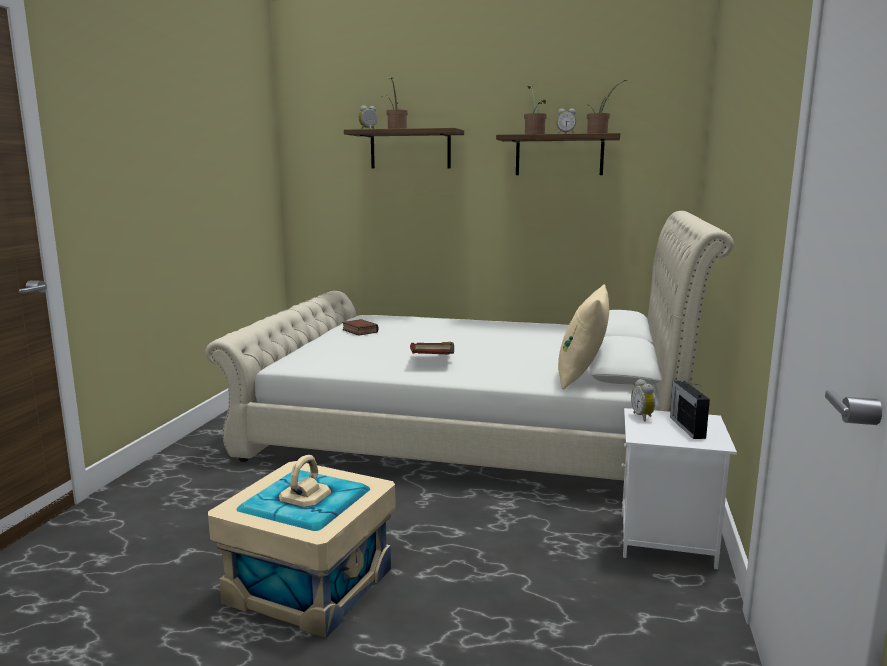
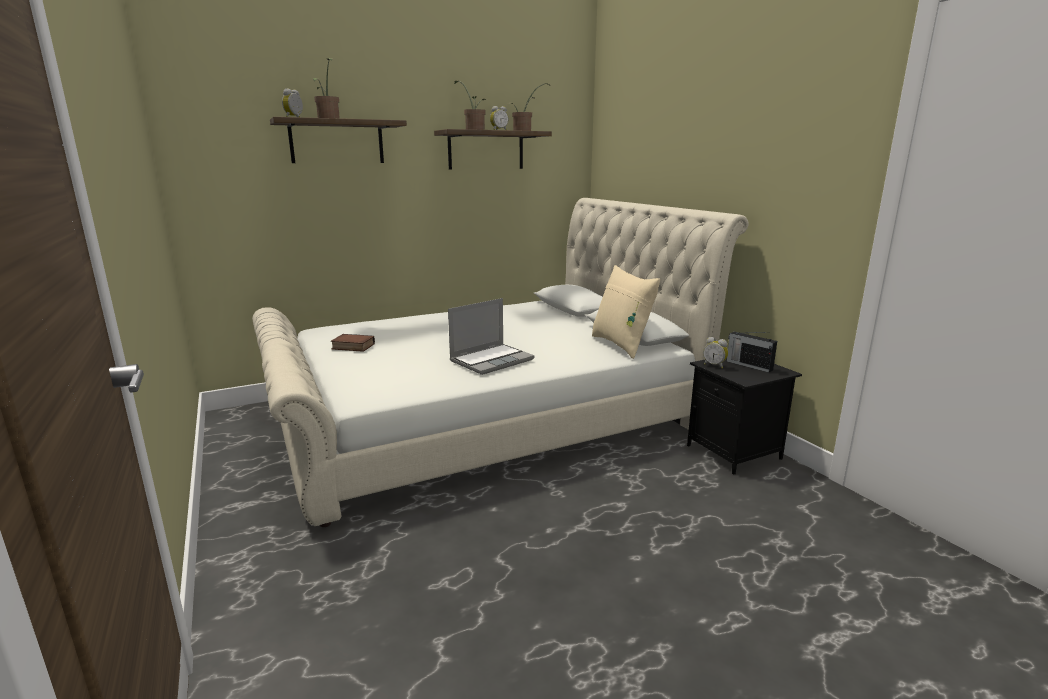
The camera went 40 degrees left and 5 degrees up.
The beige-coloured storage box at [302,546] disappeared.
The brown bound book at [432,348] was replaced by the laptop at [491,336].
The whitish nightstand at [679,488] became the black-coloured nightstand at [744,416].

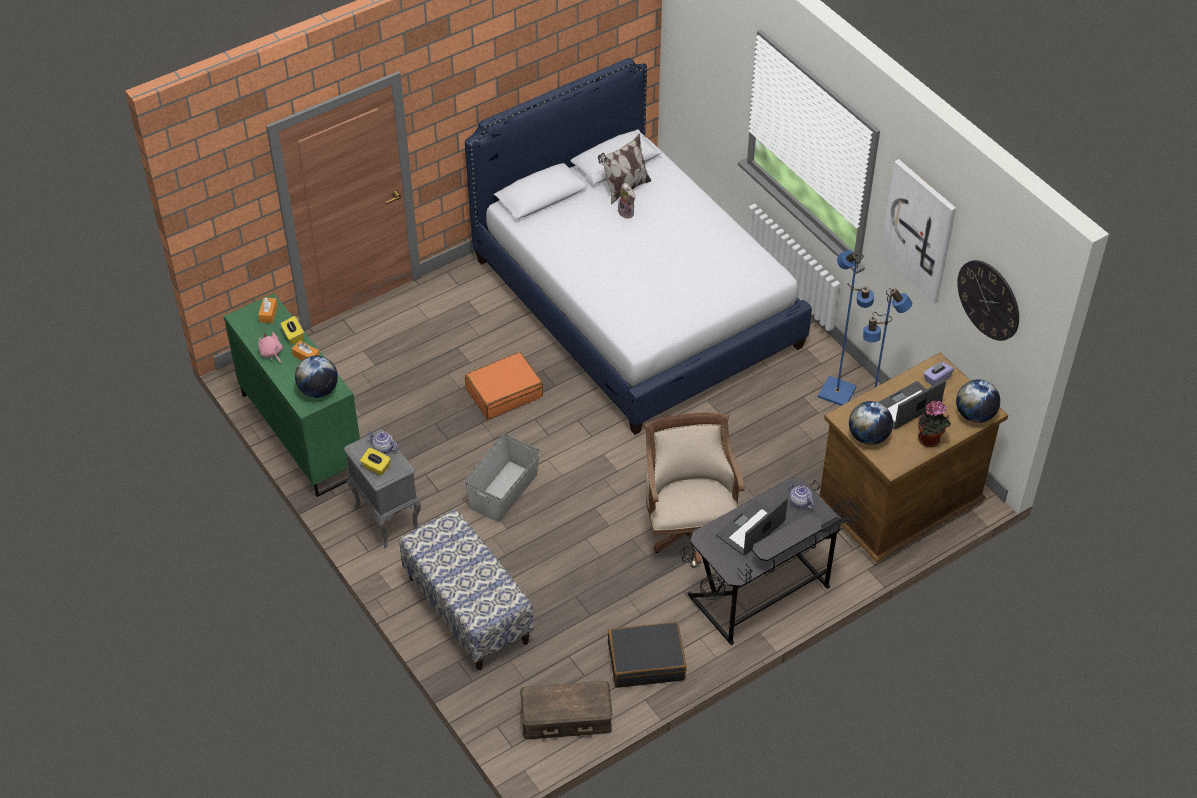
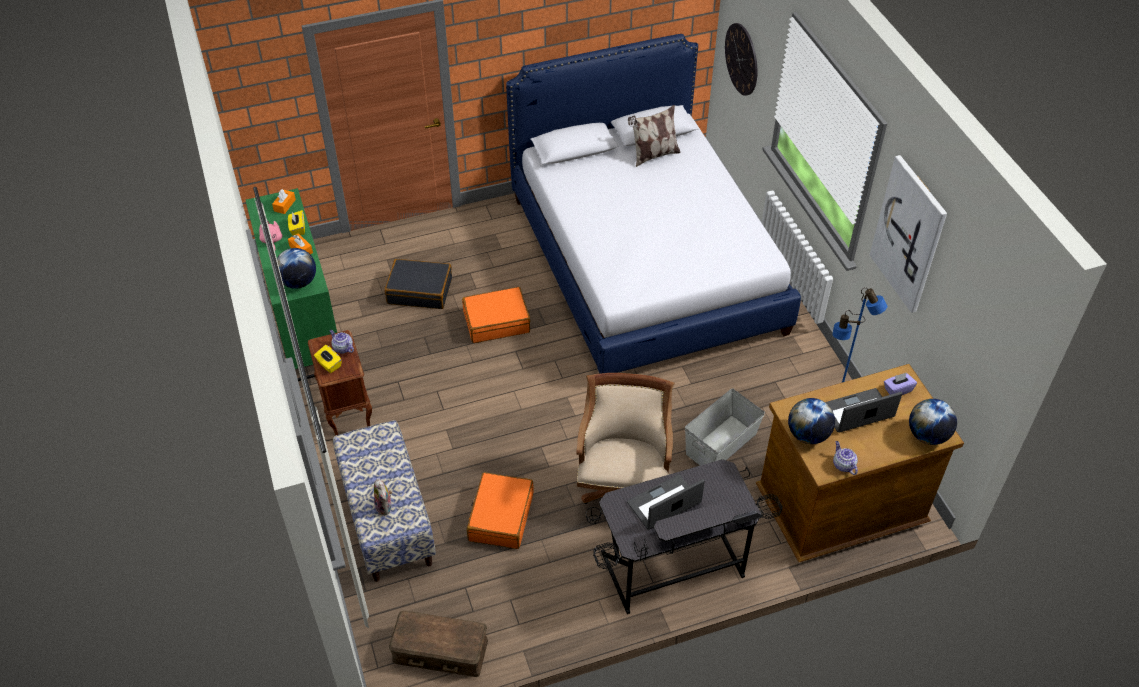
The camera went 15 degrees right and 0 degrees up.
The blue-coloured floor lamp at [846,328] disappeared.
The potted plant at [934,424] disappeared.
The orange piece of luggage at [500,510] appeared.
The gray storage box moved from [502,477] to [725,427].
The black-coloured piece of luggage moved from [647,655] to [418,284].
The cuddly toy moved from [626,201] to [383,497].
The teapot moved from [801,495] to [845,458].
The wall clock moved from [988,300] to [741,59].
The gray nightstand at [382,489] became the brown nightstand at [340,383].

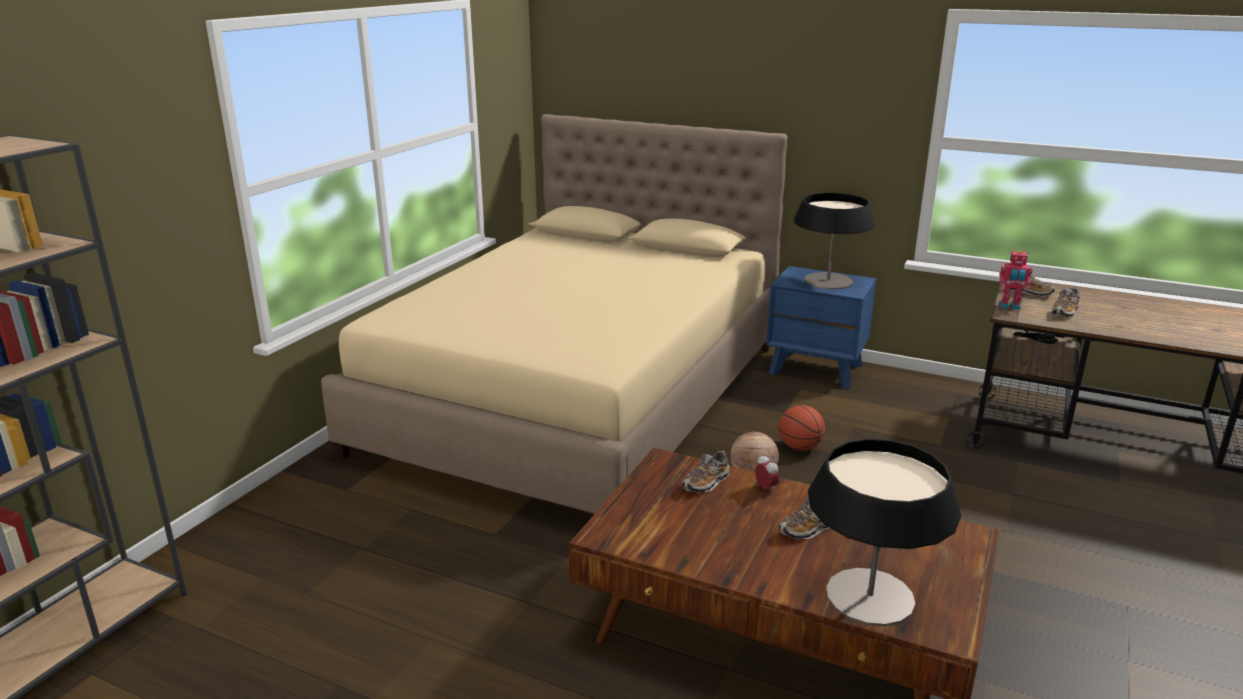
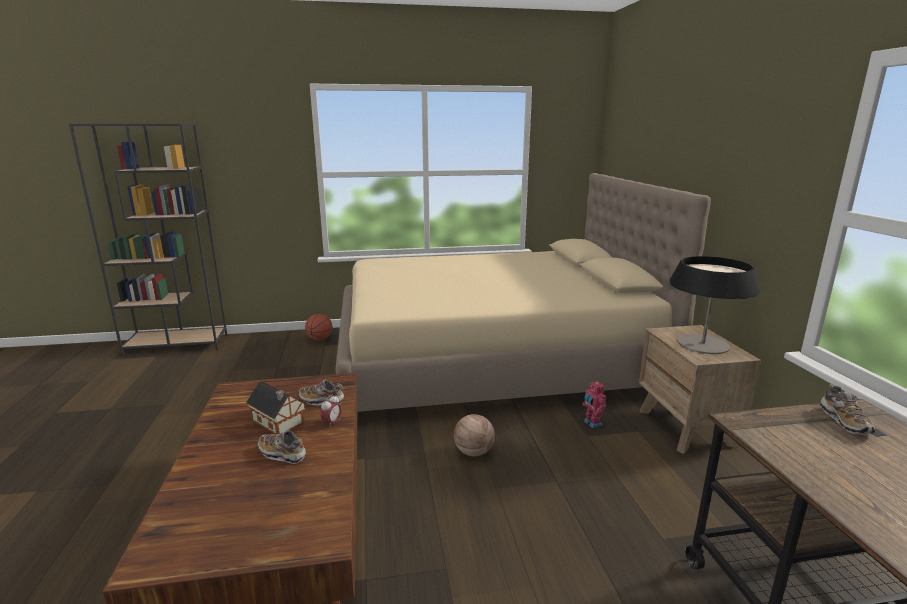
The camera went 55 degrees right and 5 degrees down.
The lamp for a table at [884,532] disappeared.
The shoe at [1066,302] disappeared.
The model house at [276,407] appeared.
The basketball moved from [802,428] to [318,327].
The model robot moved from [1016,280] to [594,404].
The blue-coloured nightstand at [821,327] became the brown nightstand at [700,389].

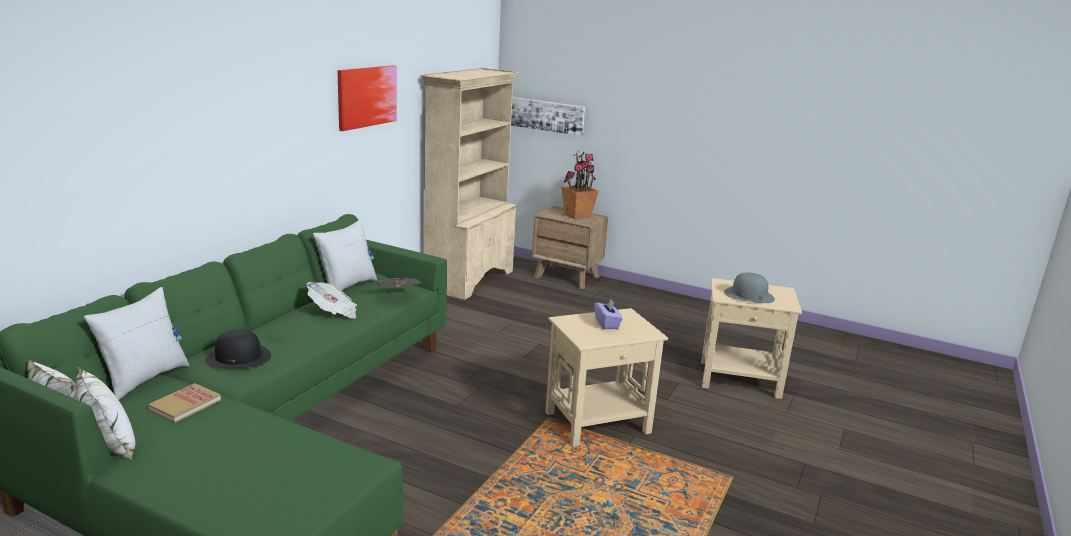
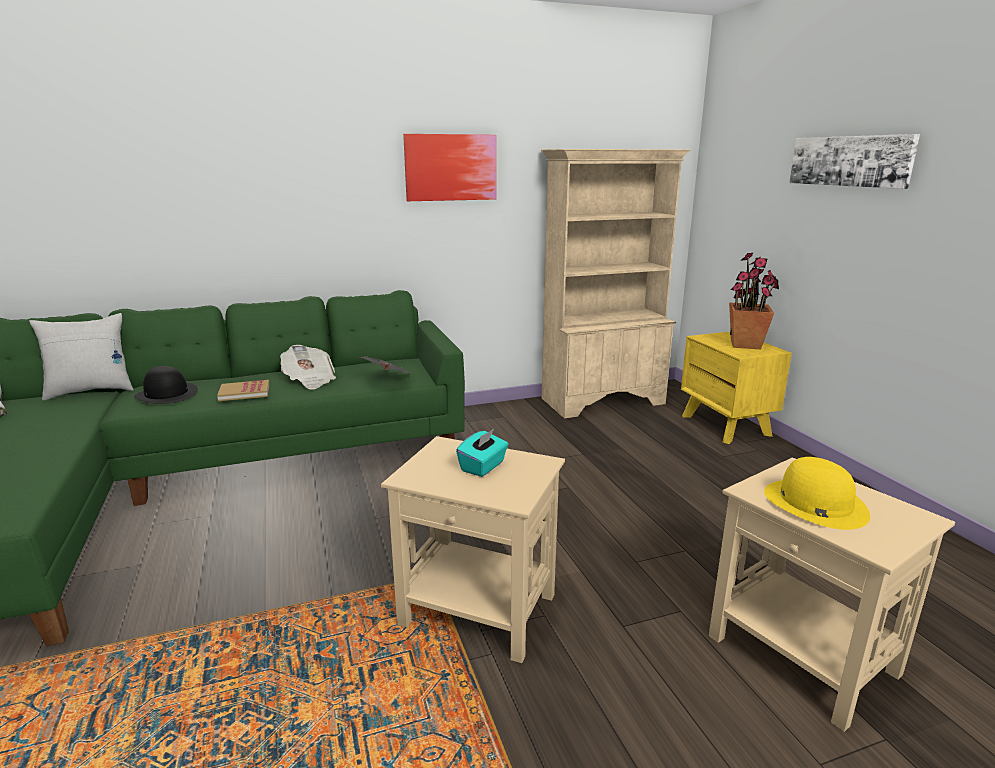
The camera went 45 degrees right and 0 degrees up.
The gray throw pillow at [345,255] disappeared.
The bound book moved from [184,403] to [243,390].
The wall picture moved from [548,116] to [854,161].
The brown nightstand at [570,247] became the yellow-coloured nightstand at [736,388].
The purple tissue box at [608,314] became the turquoise-coloured tissue box at [482,453].
The gray hat at [749,288] became the yellow-coloured hat at [817,493].

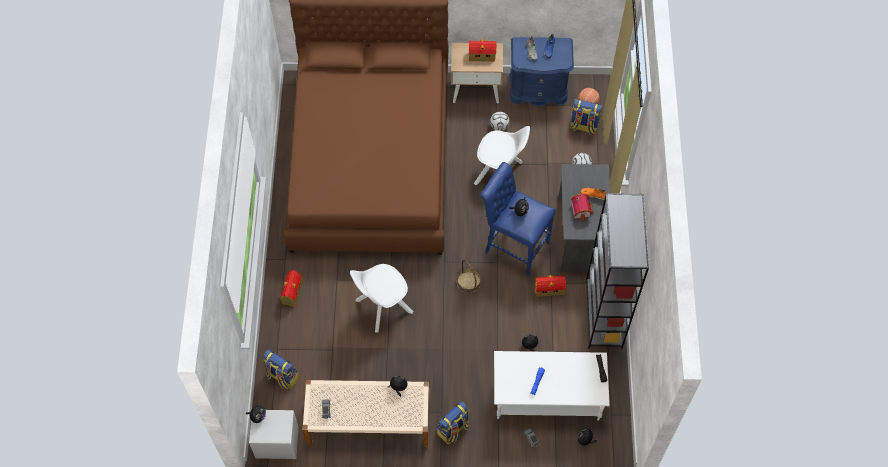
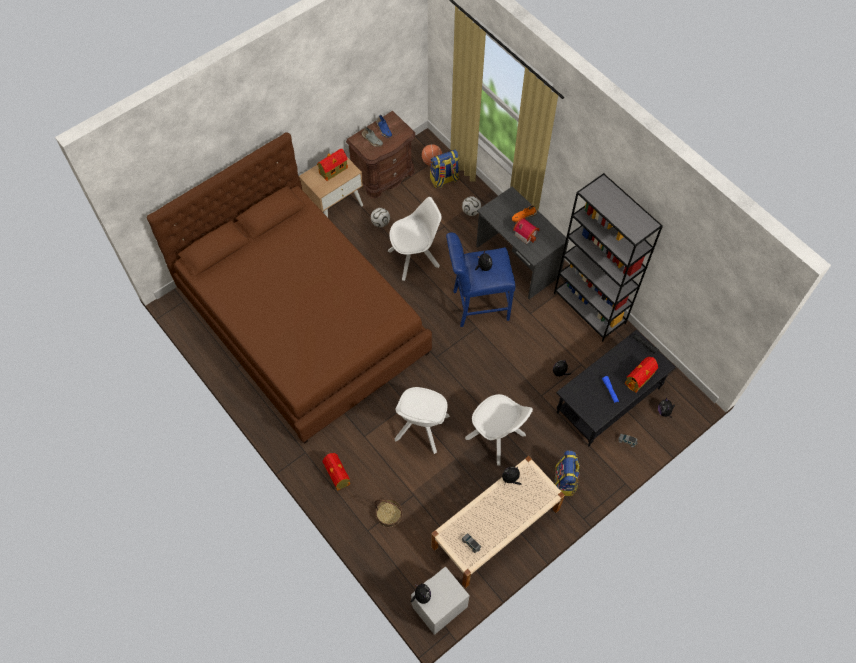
The camera went 40 degrees left and 0 degrees up.
The rucksack at [281,369] disappeared.
The whitish chair at [499,430] appeared.
The storage basket moved from [469,276] to [388,513].
The model house moved from [550,286] to [641,375].
The whitish low table at [552,386] became the black-coloured low table at [616,387].
The blue-coloured nightstand at [541,71] became the brown nightstand at [380,154].

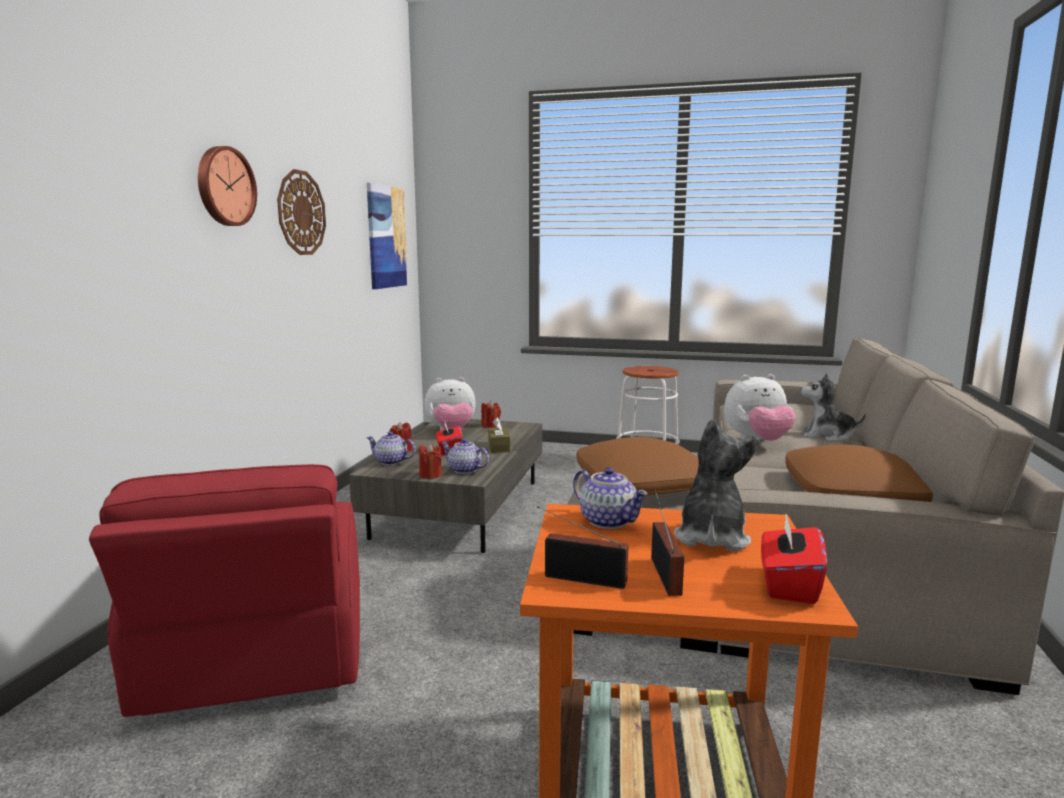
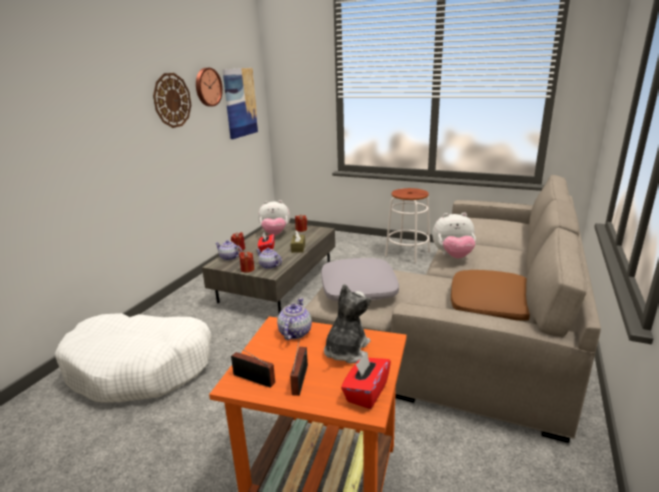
The camera went 10 degrees right and 10 degrees up.
The cuddly toy at [833,407] disappeared.
The wall clock moved from [227,186] to [209,87].
The red armchair at [224,590] was replaced by the whitish dog bed at [132,357].
The brown throw pillow at [637,466] became the gray throw pillow at [360,279].
The teapot at [610,498] turned 135 degrees counterclockwise.

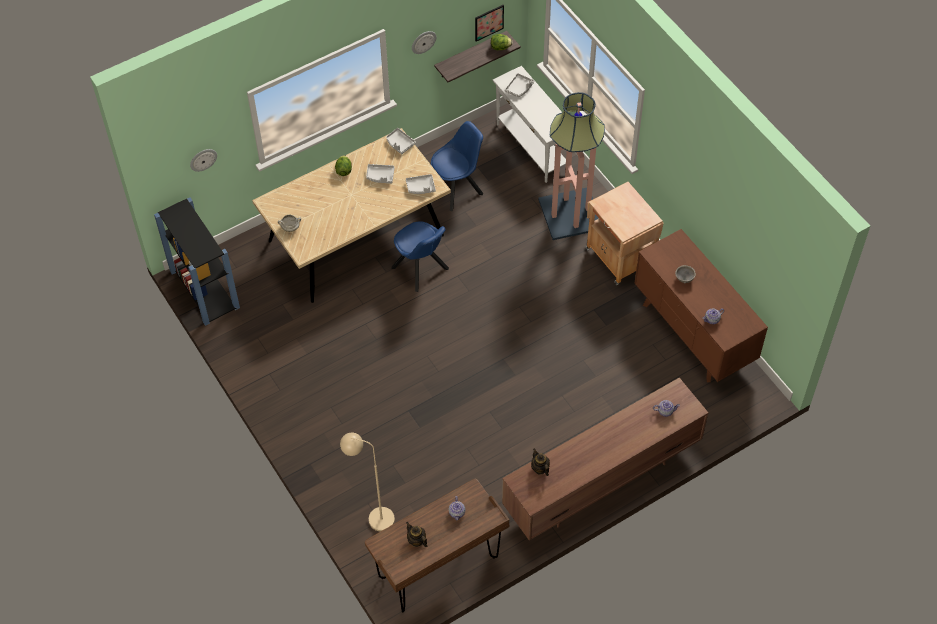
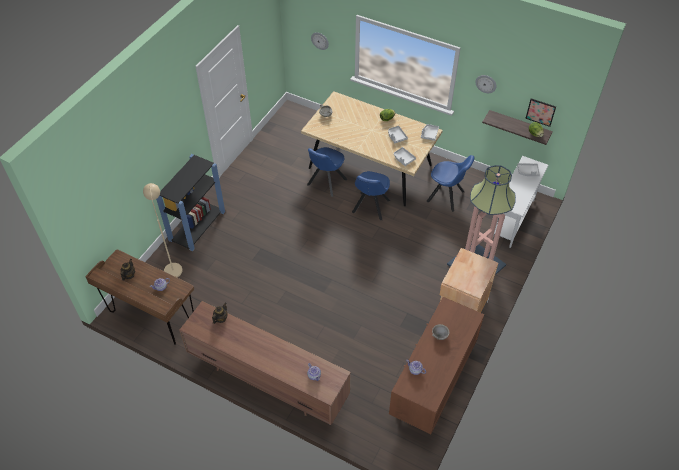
The camera went 60 degrees right and 5 degrees down.
The blue-coloured chair at [327,172] appeared.
The black-coloured shelving unit moved from [197,261] to [190,202].

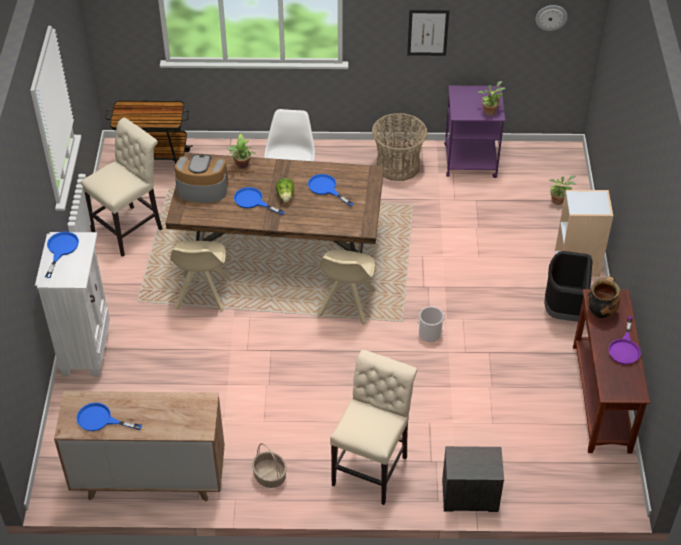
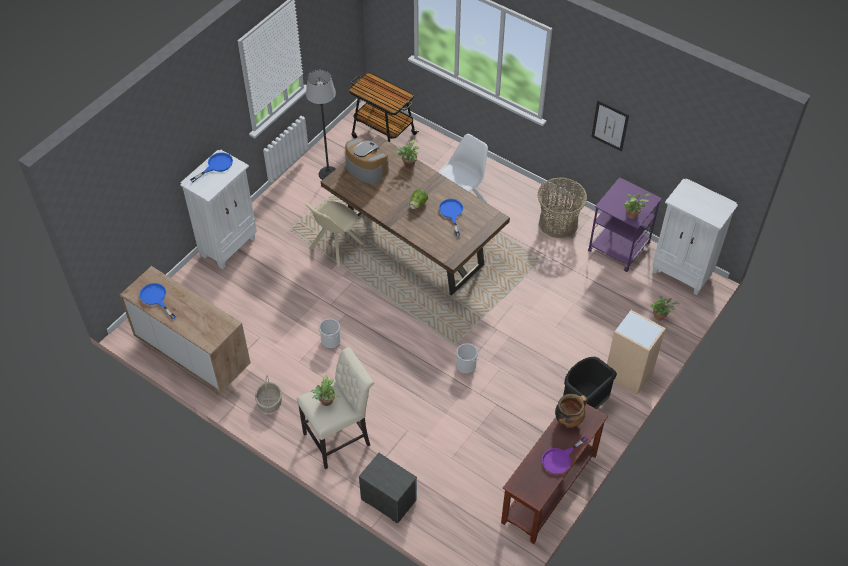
The camera went 35 degrees right and 5 degrees up.
The blue-coloured frying pan at [259,201] disappeared.
The beige-coloured chair at [347,287] disappeared.
The wall clock at [551,18] disappeared.
The potted plant at [325,390] appeared.
The water bucket at [330,333] appeared.
The whitish cabinet at [695,236] appeared.
The beige-coloured stool seat at [122,187] was replaced by the floor lamp at [321,125].

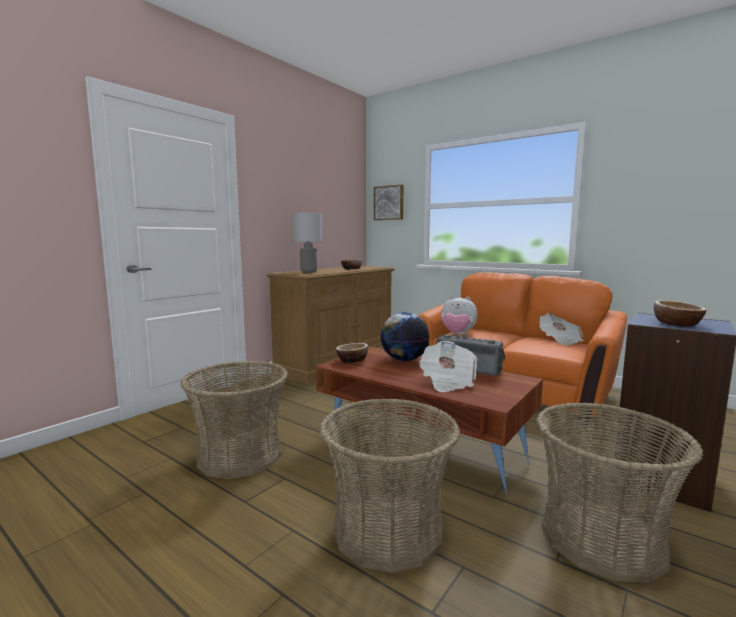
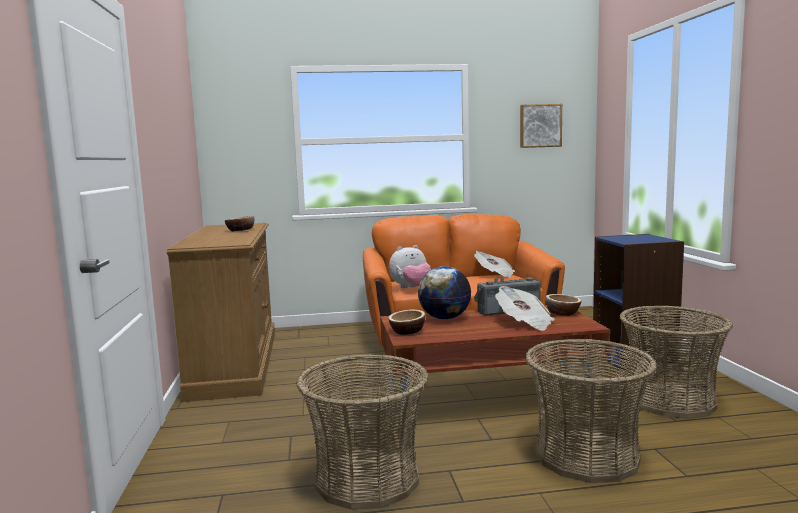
The camera went 45 degrees left and 0 degrees up.
The gray lamp for a table at [307,243] disappeared.
The wall picture moved from [389,202] to [541,126].
The deep dish moved from [680,313] to [563,305].

